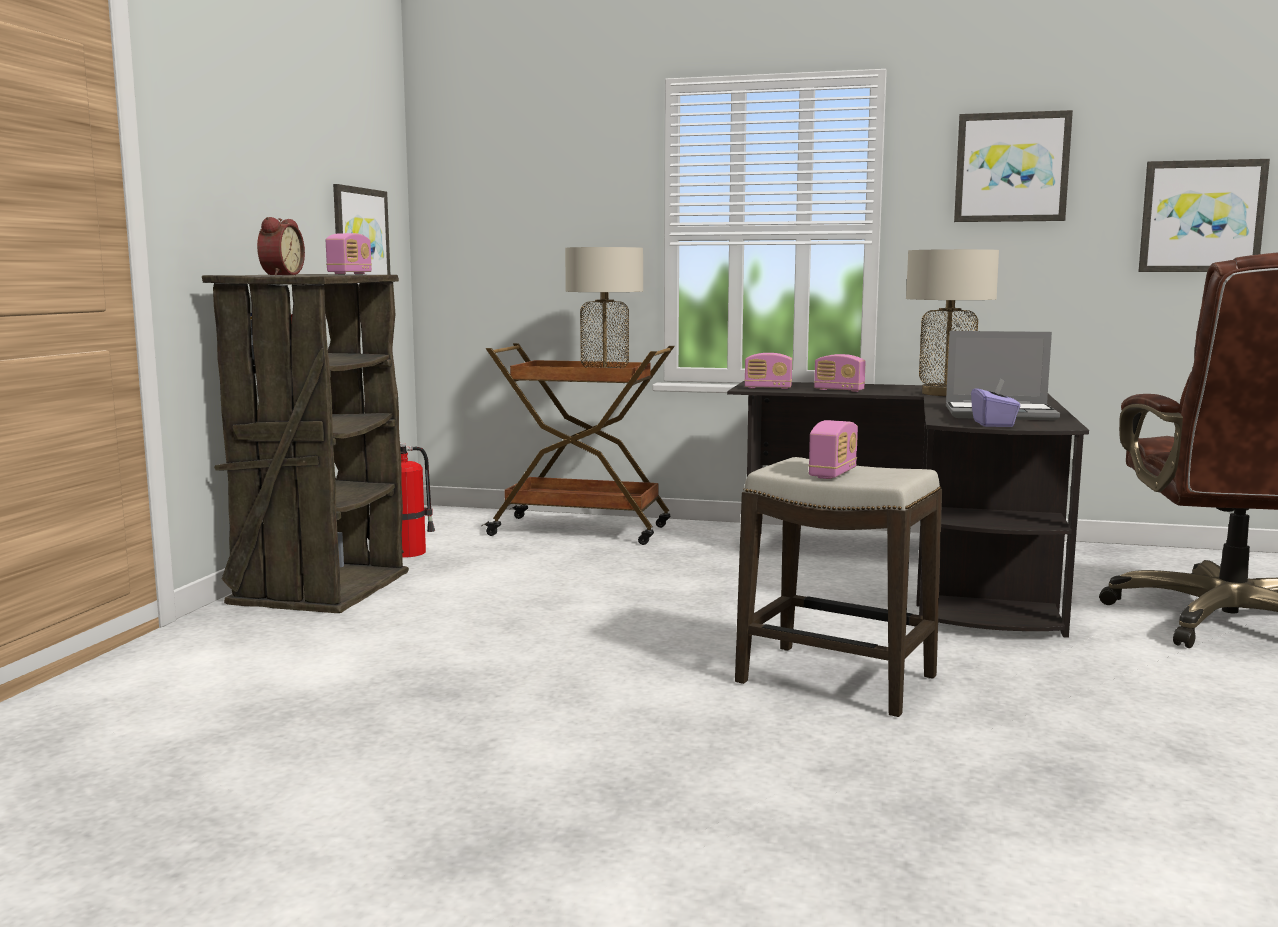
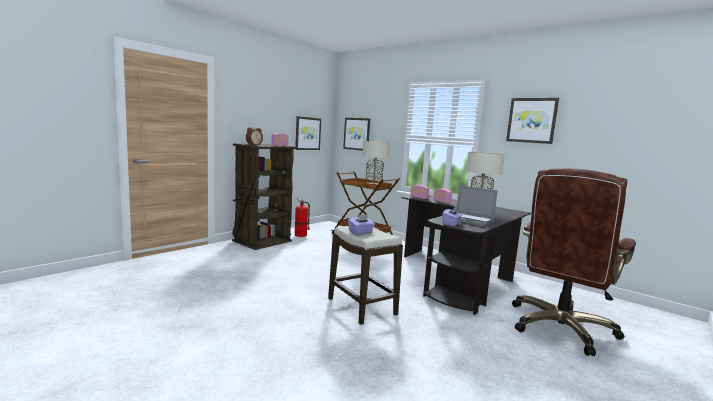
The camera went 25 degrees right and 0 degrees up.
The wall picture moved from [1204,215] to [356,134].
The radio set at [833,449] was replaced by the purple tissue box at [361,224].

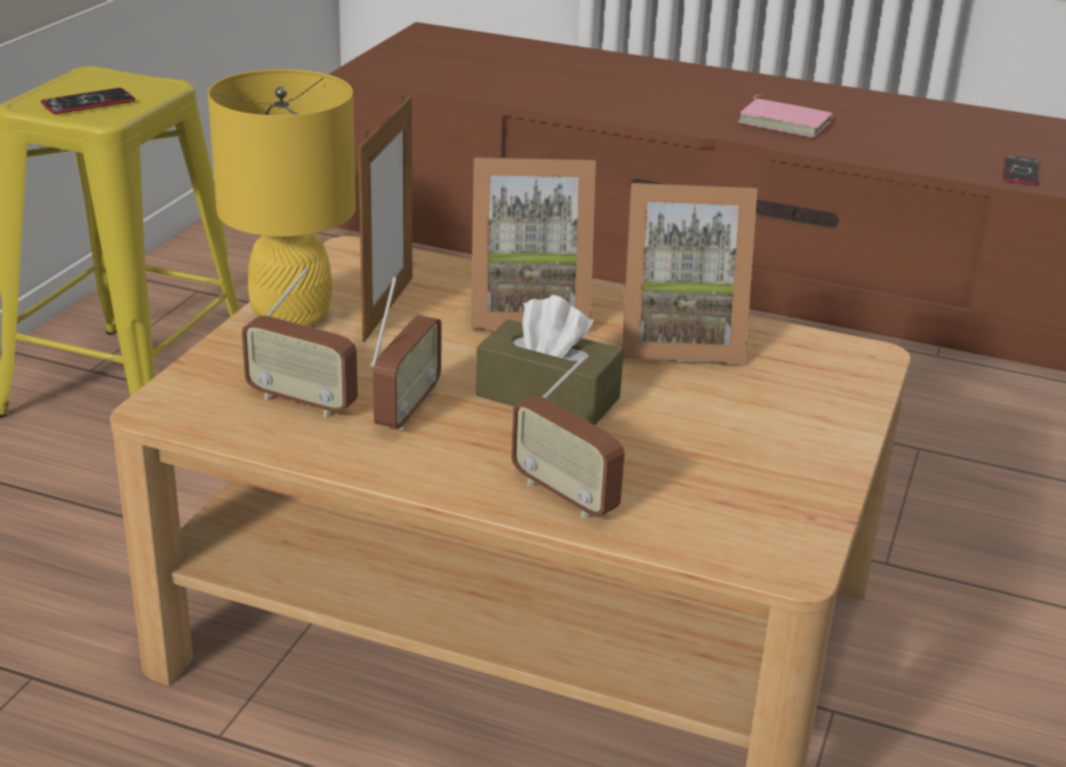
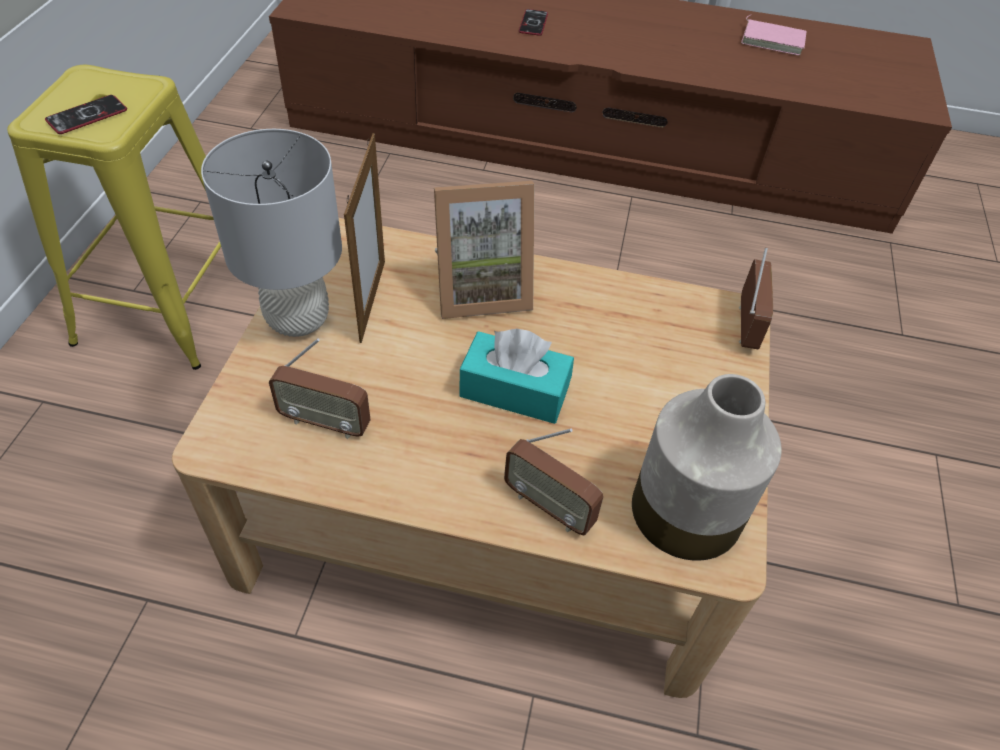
The camera went 10 degrees left and 20 degrees up.
The photo frame at [689,273] disappeared.
The beige-coloured decorative vase at [707,467] appeared.
The radio set moved from [406,354] to [756,298].
The pink bound book moved from [785,116] to [774,35].
The telephone moved from [1021,170] to [533,22].
The yellow-coloured lamp for a table at [282,197] became the gray lamp for a table at [271,233].
The brown tissue box at [550,360] became the turquoise-coloured tissue box at [516,376].

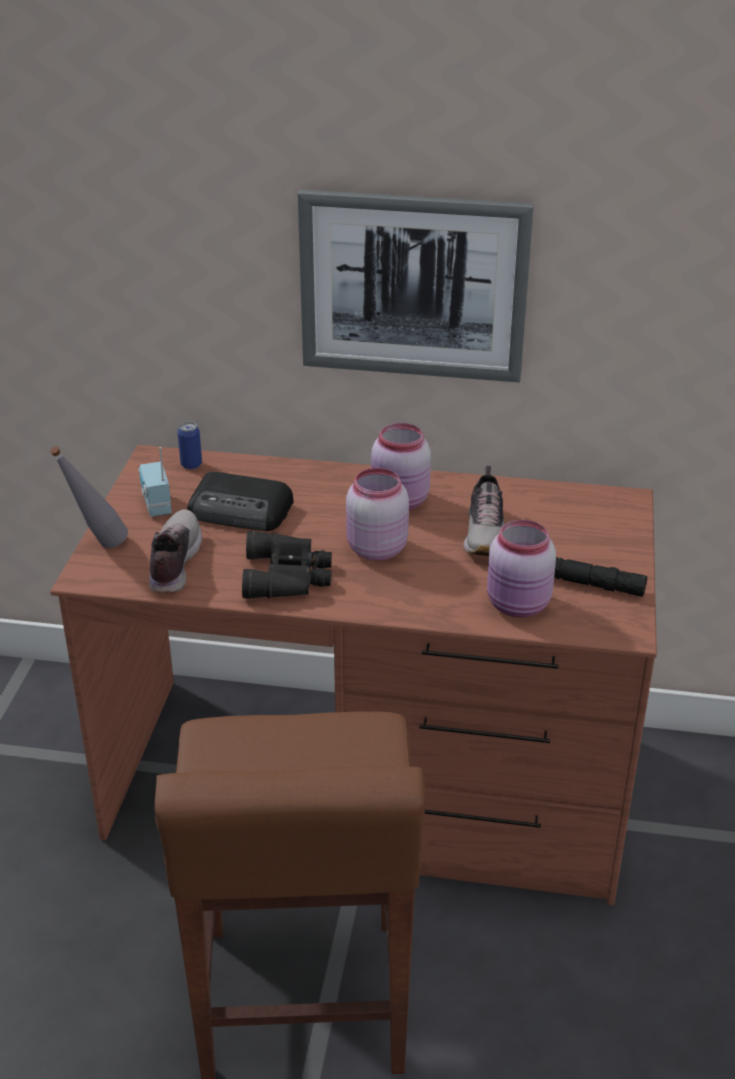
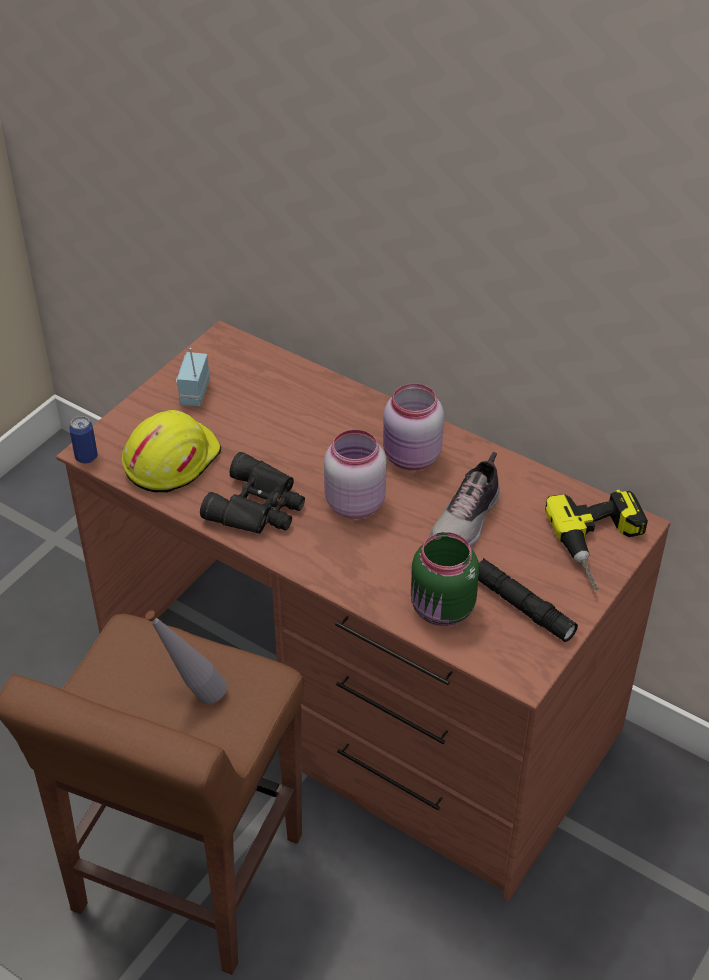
The camera went 25 degrees right and 10 degrees up.
The radio set at [240,501] disappeared.
The wall picture at [416,286] disappeared.
The drill at [596,540] appeared.
The gray bottle moved from [89,497] to [186,657].
The sealed can moved from [189,445] to [83,440].
The shoe at [175,551] was replaced by the yellow-coloured hard hat at [172,451].
The pink storage jar at [521,569] became the green storage jar at [445,579].

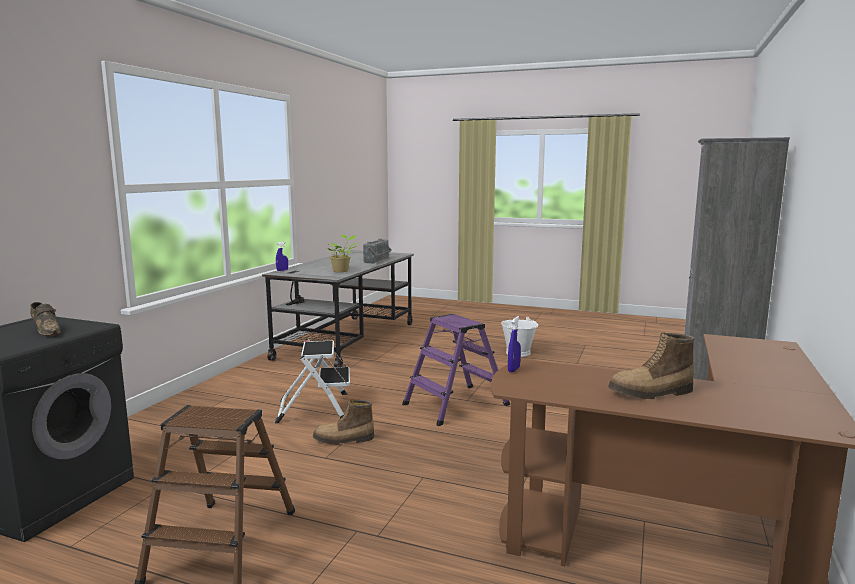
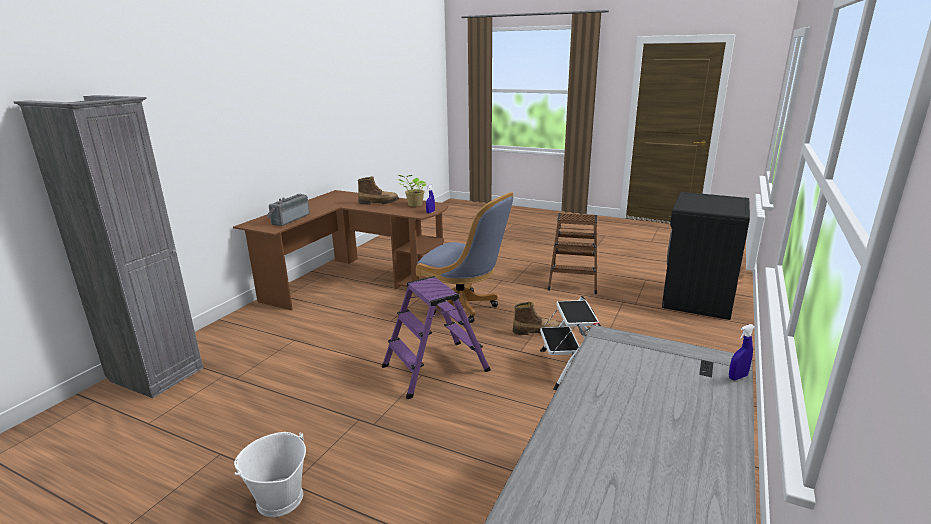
The camera went 175 degrees left and 10 degrees up.
The brown shoe at [45,319] disappeared.
The blue-coloured office chair at [464,257] appeared.
The potted plant moved from [342,253] to [412,191].
The radio set moved from [377,251] to [288,210].

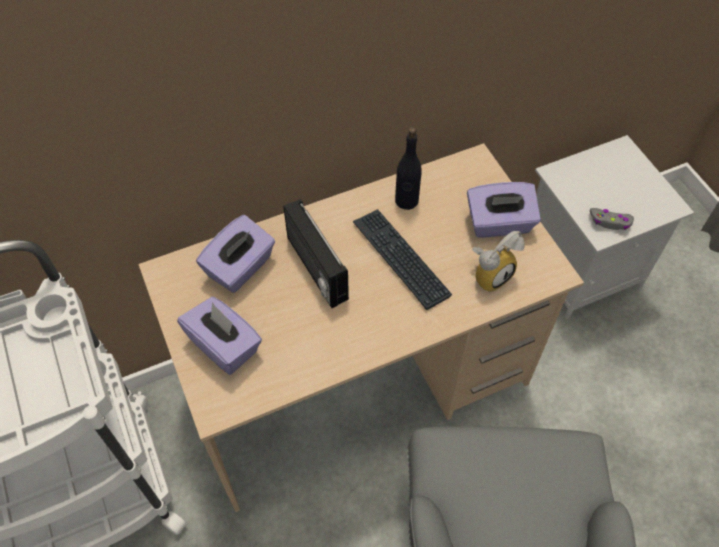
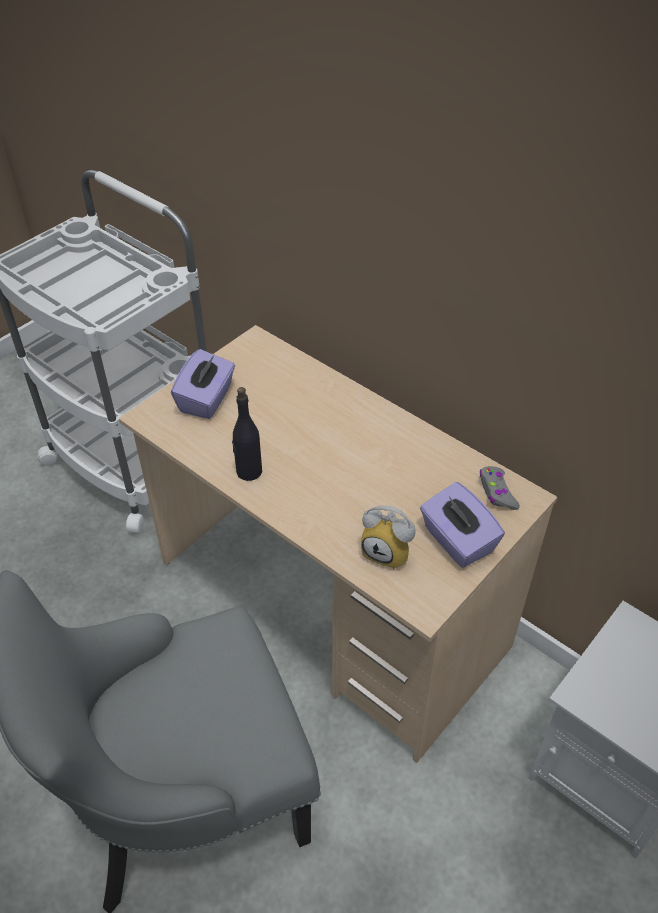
The camera went 65 degrees right and 10 degrees down.
The purple tissue box at [235,254] disappeared.
The radio set at [316,253] disappeared.
The PC keyboard at [402,259] disappeared.
The black-coloured bottle moved from [408,168] to [247,434].
The gray gamepad moved from [612,219] to [500,488].

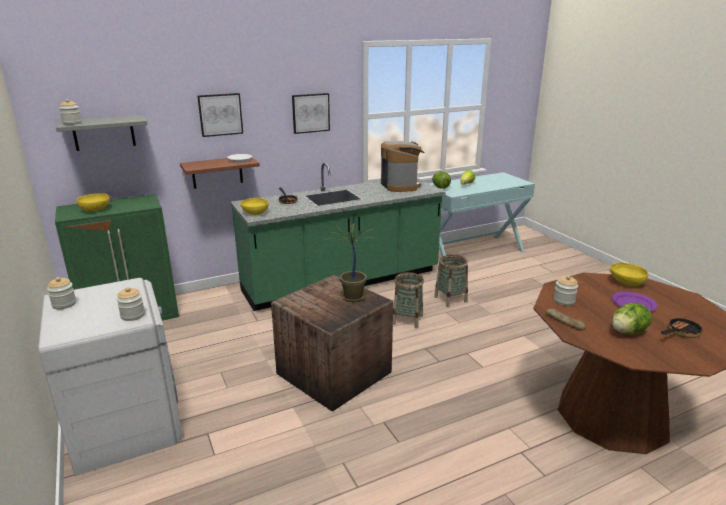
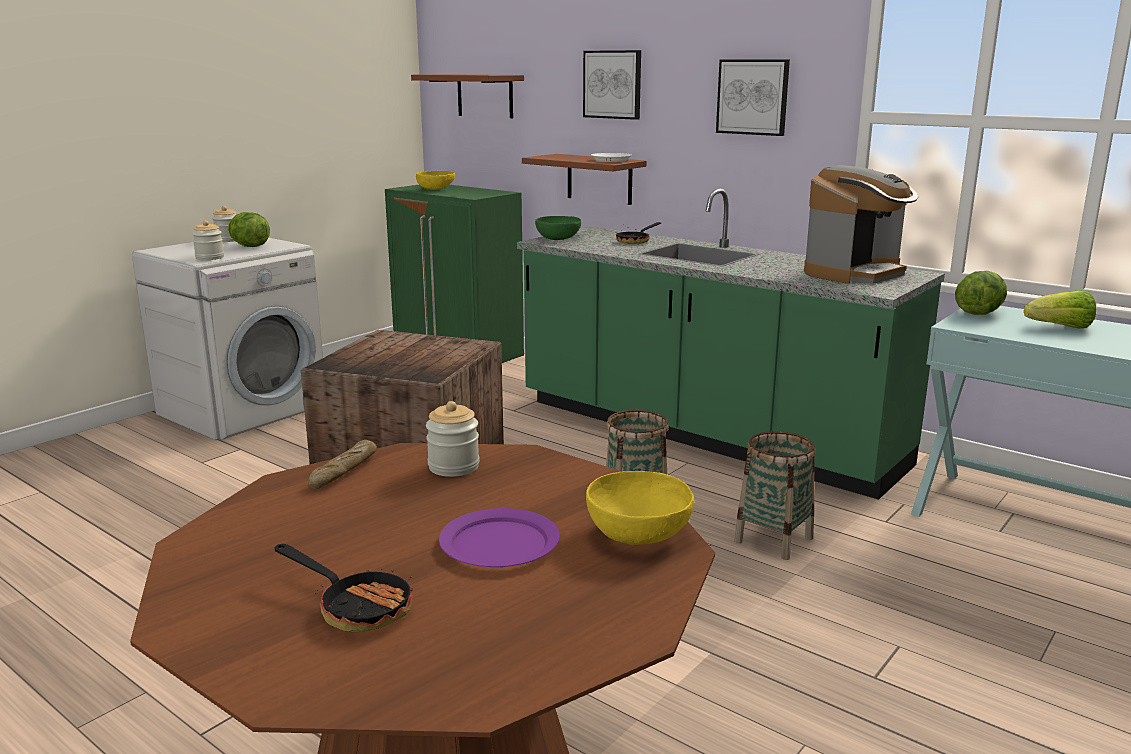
The camera went 65 degrees right and 5 degrees down.
The storage jar at [70,112] disappeared.
The potted plant at [349,262] disappeared.
The lettuce head moved from [632,318] to [249,229].
The gray bracket shelf at [101,133] became the brown bracket shelf at [467,96].
The yellow-coloured deep dish at [254,206] became the green deep dish at [558,228].

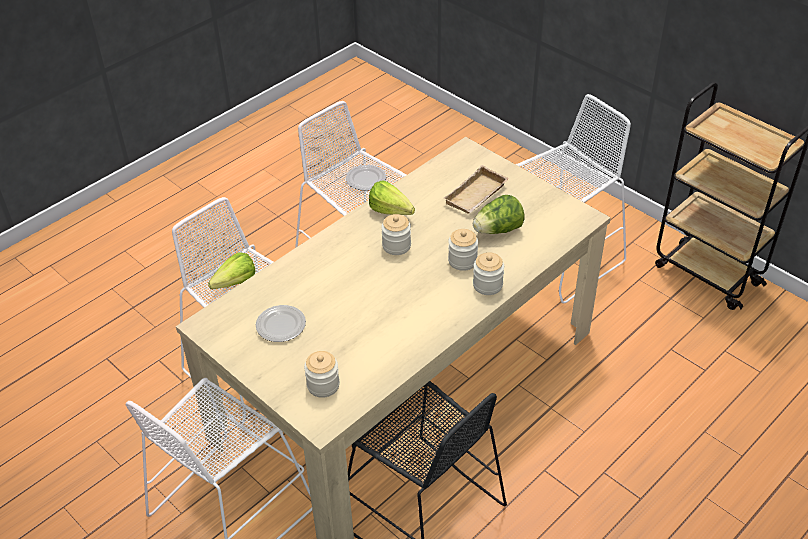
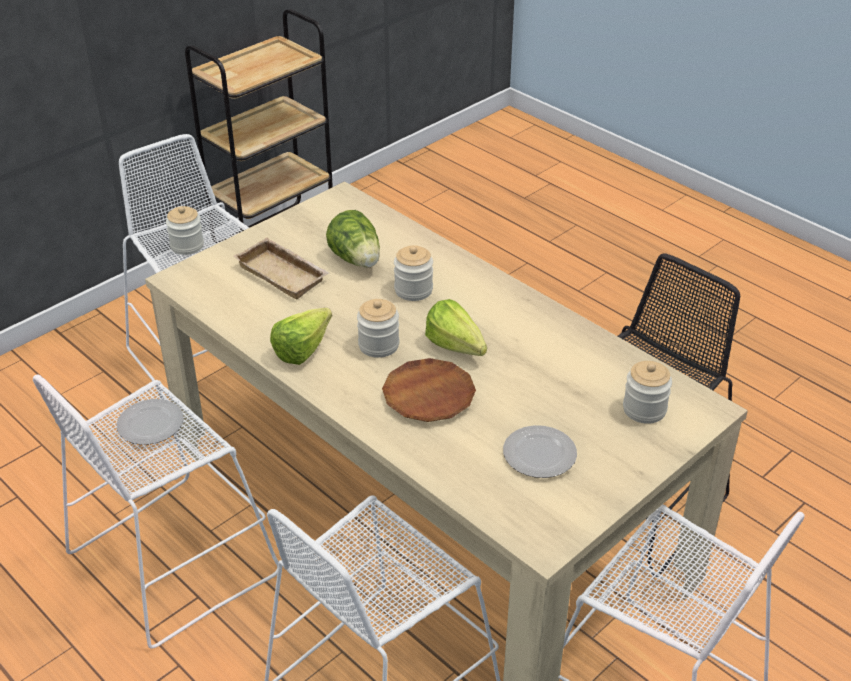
The camera went 90 degrees left and 5 degrees down.
The brown dinner plate at [429,390] appeared.
The lettuce head moved from [231,270] to [456,327].
The storage jar moved from [488,273] to [185,230].

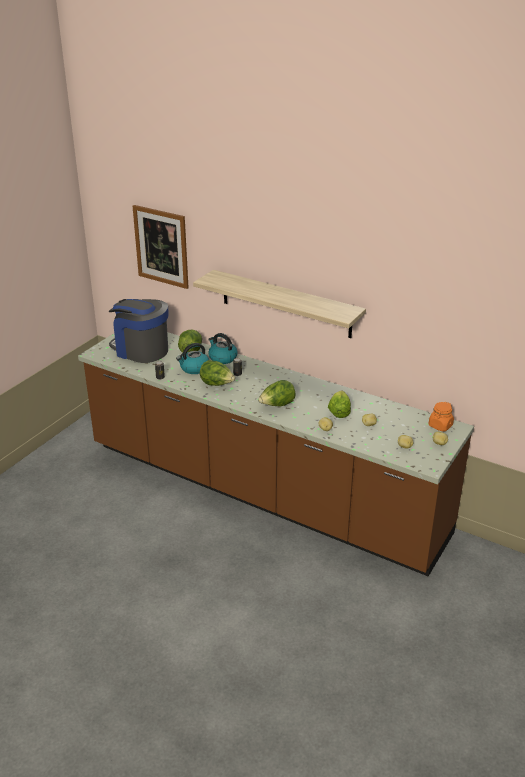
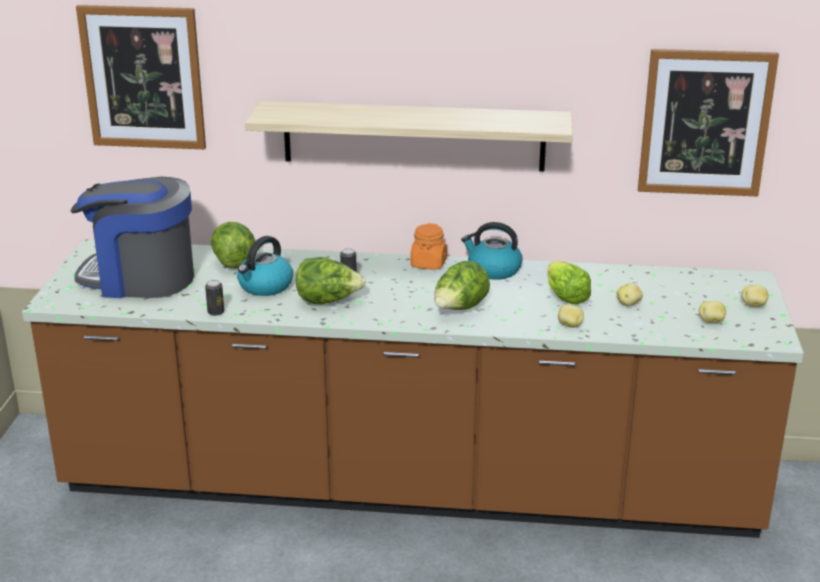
The camera went 25 degrees left and 5 degrees down.
The wall picture at [708,122] appeared.
The kettle moved from [223,348] to [492,251].
The orange storage jar moved from [441,417] to [428,246].

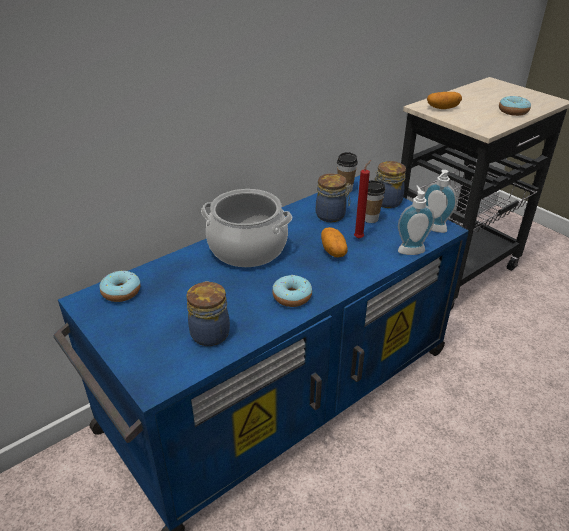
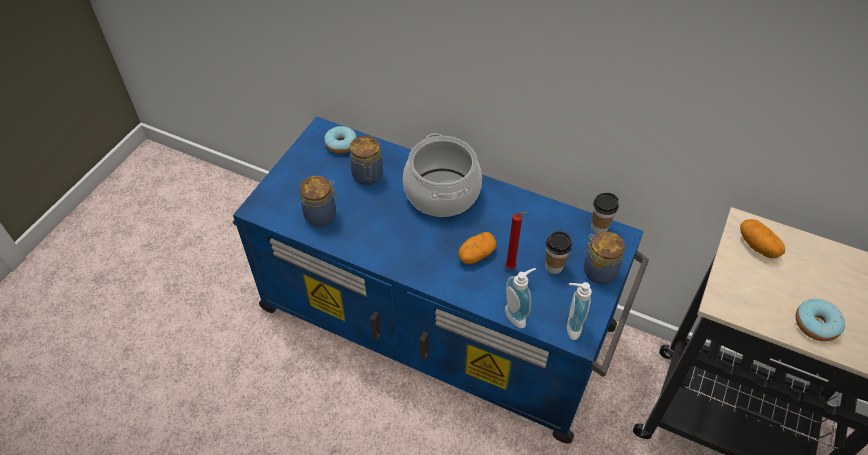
The camera went 65 degrees right and 15 degrees up.
The ring doughnut at [292,291] disappeared.
The storage jar moved from [333,197] to [366,160].

